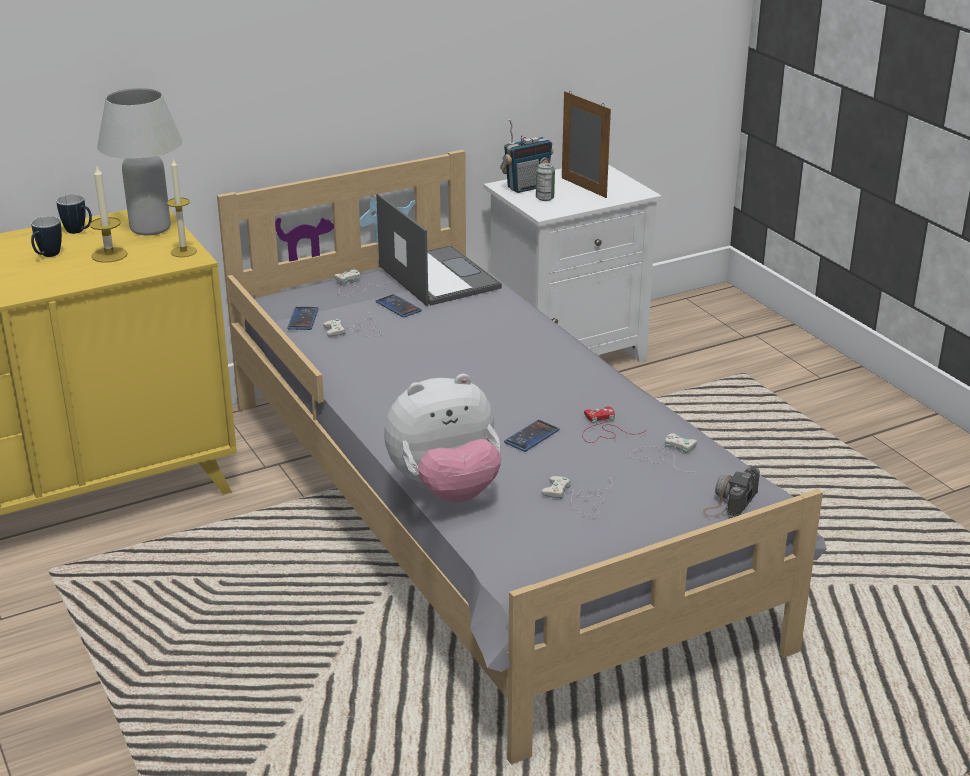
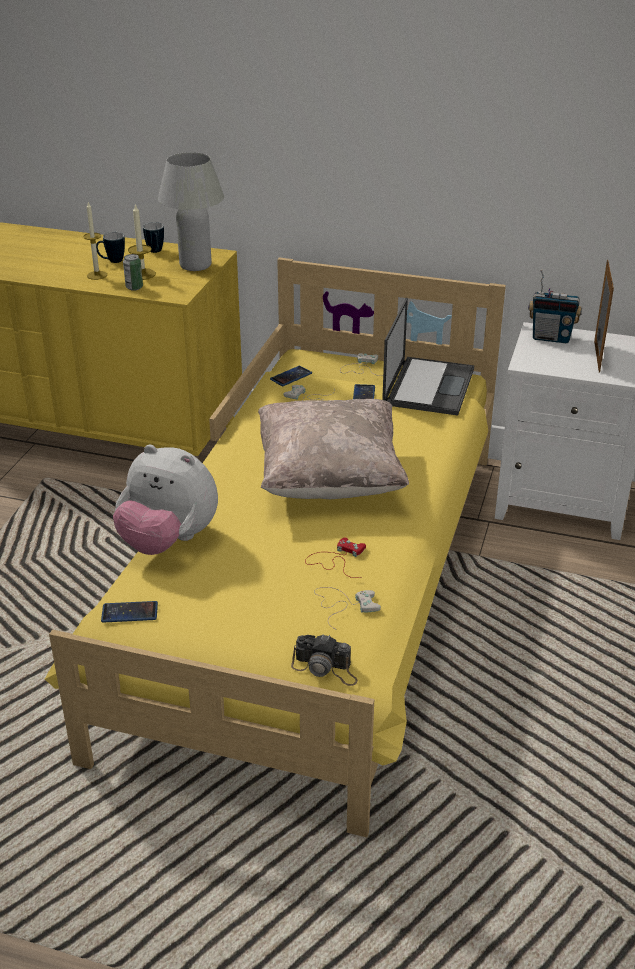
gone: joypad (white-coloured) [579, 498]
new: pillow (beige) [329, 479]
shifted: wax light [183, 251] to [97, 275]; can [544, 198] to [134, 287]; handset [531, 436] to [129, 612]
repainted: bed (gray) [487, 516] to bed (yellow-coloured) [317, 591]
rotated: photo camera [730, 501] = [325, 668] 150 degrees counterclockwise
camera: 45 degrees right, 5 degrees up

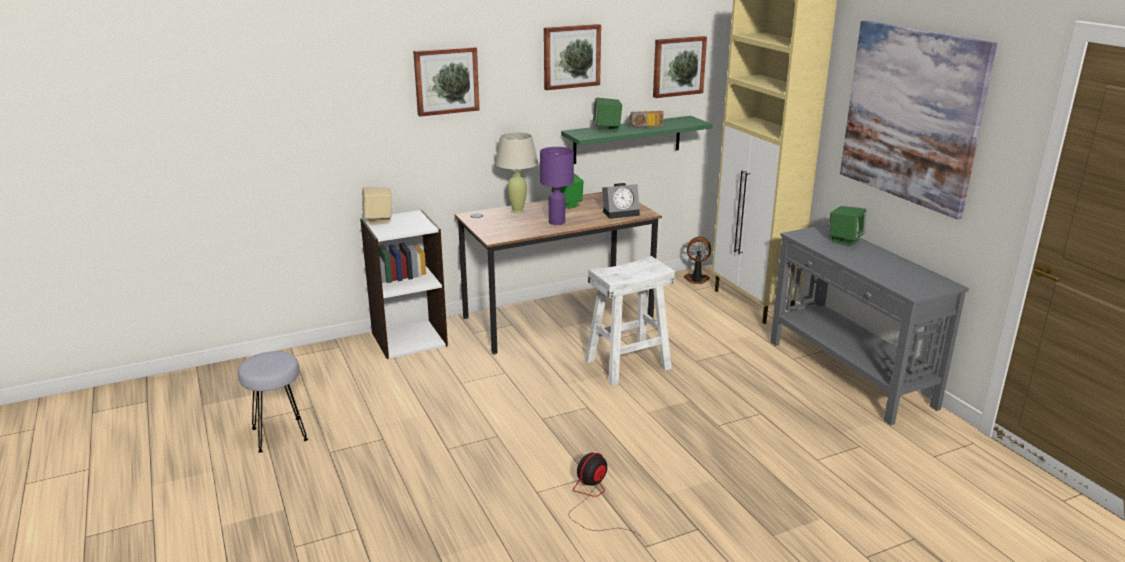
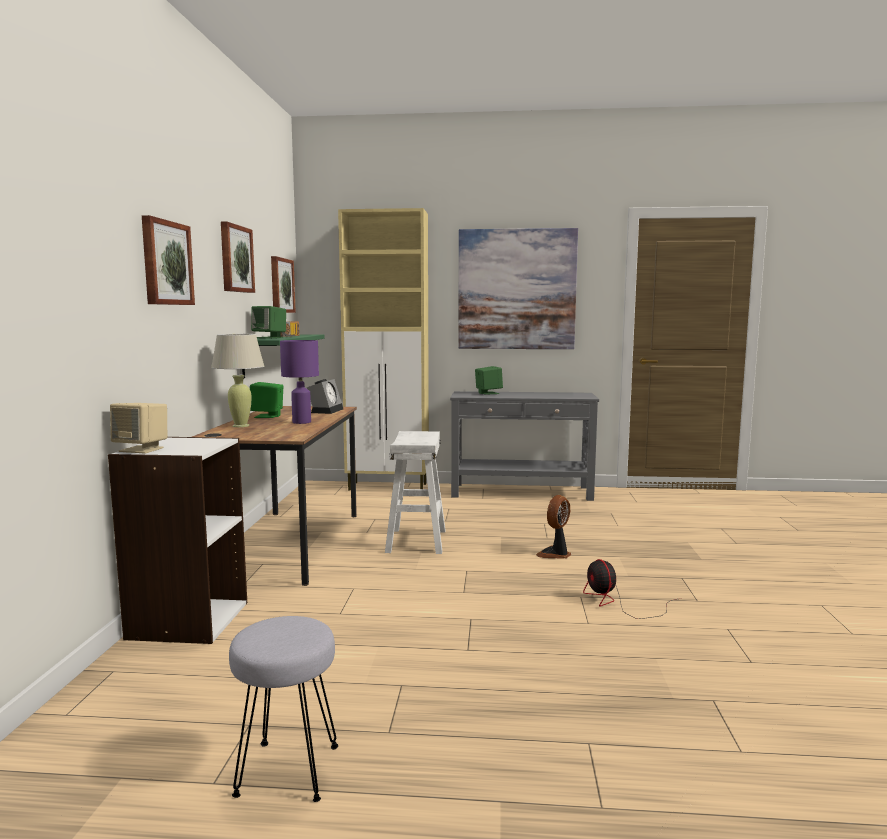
shifted: electric fan [696, 280] to [555, 554]
camera: 60 degrees left, 15 degrees down

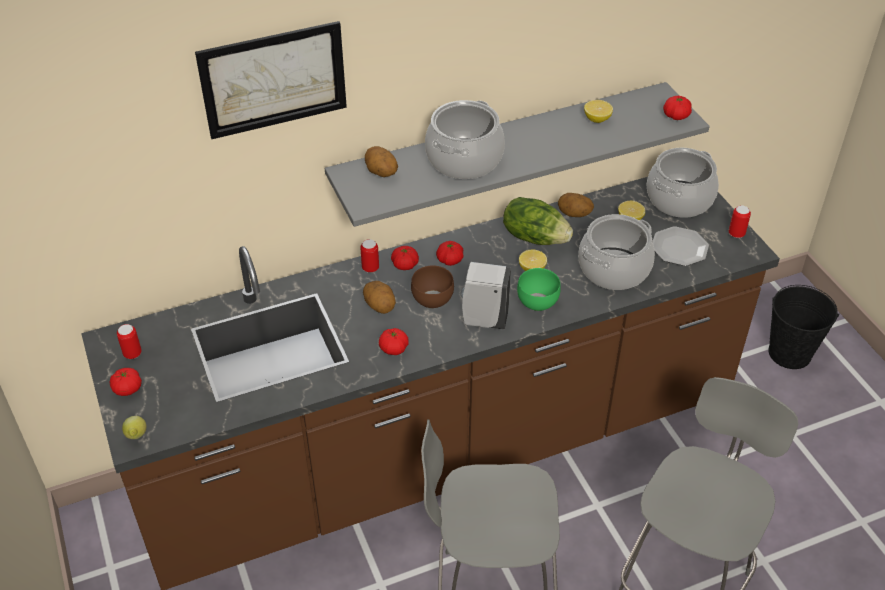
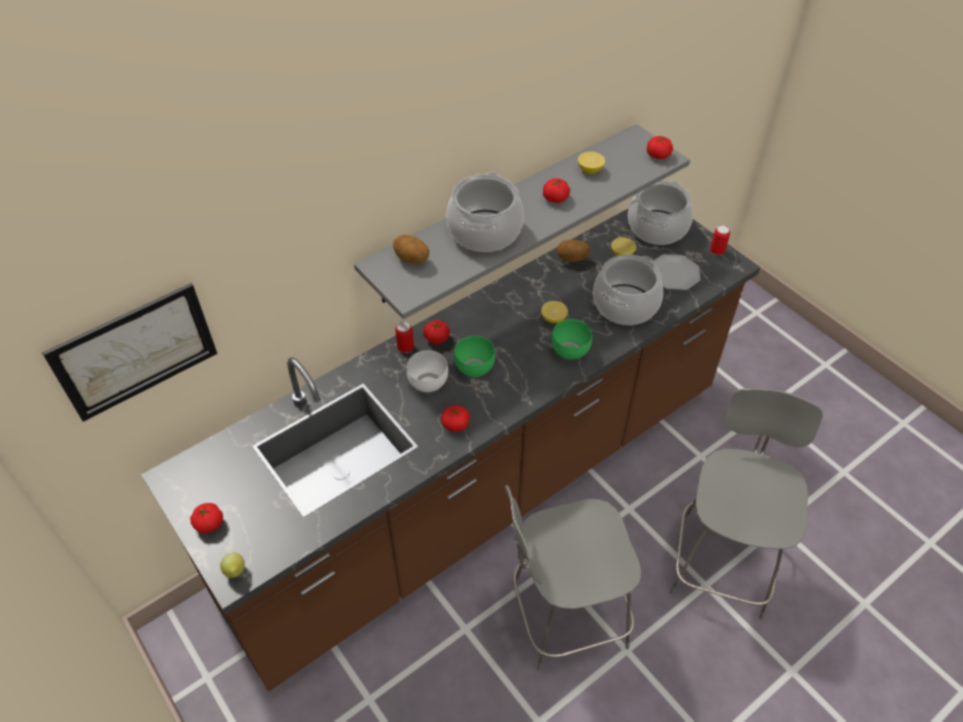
gone: lettuce [535, 237]; soap bottle (white-coloured) [483, 319]; bucket (blackish) [789, 353]; can [132, 354]
shifted: wall picture [273, 79] to [135, 351]; tomato [450, 260] to [555, 198]
swapped: whole potato [380, 306] to bowl (white-coloured) [428, 384]
repainted: bowl (brown-coloured) [433, 301] to bowl (green-coloured) [476, 369]
camera: 15 degrees left, 5 degrees up

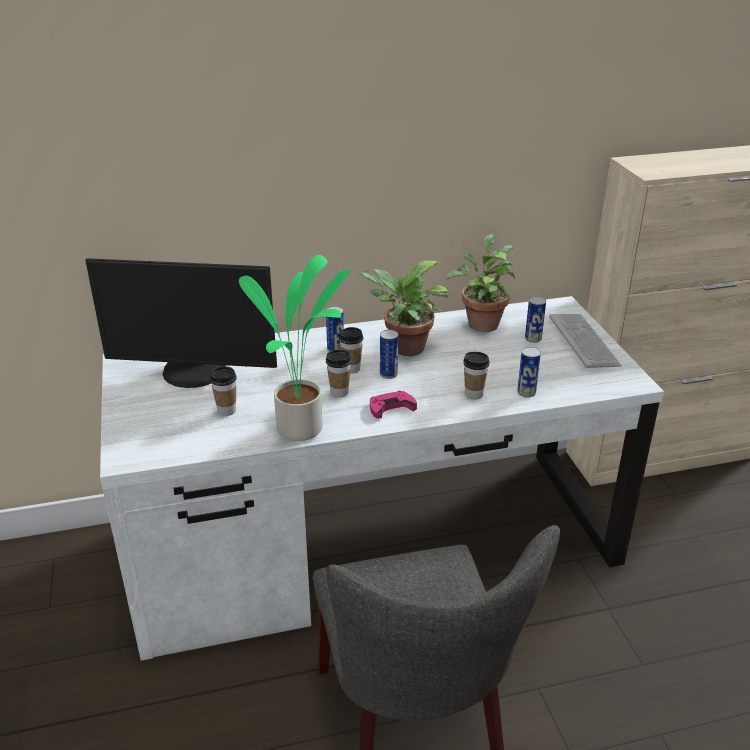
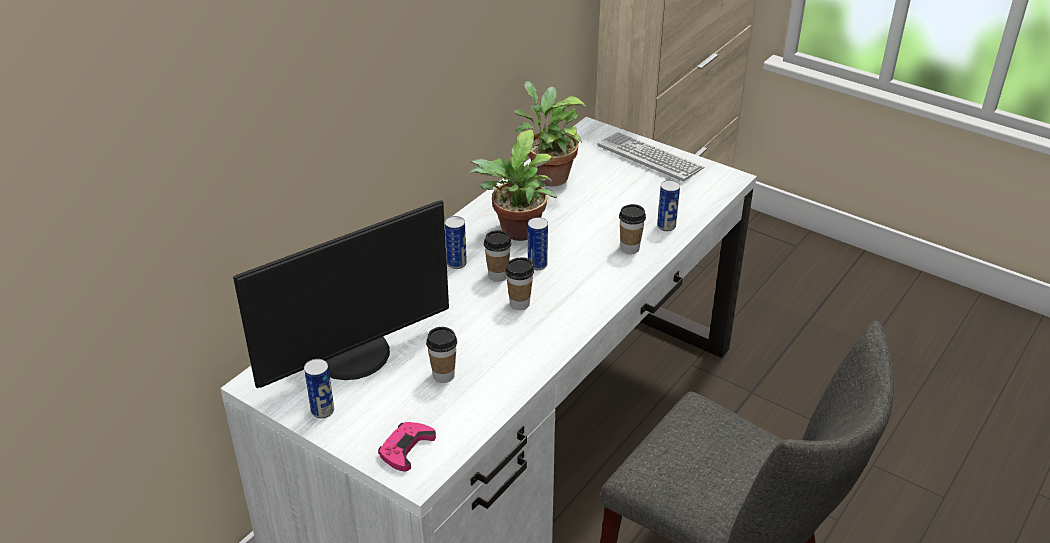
gone: potted plant [303, 429]
shifted: can [533, 339] to [322, 411]; joypad (pink) [391, 407] to [406, 448]
camera: 40 degrees left, 5 degrees up

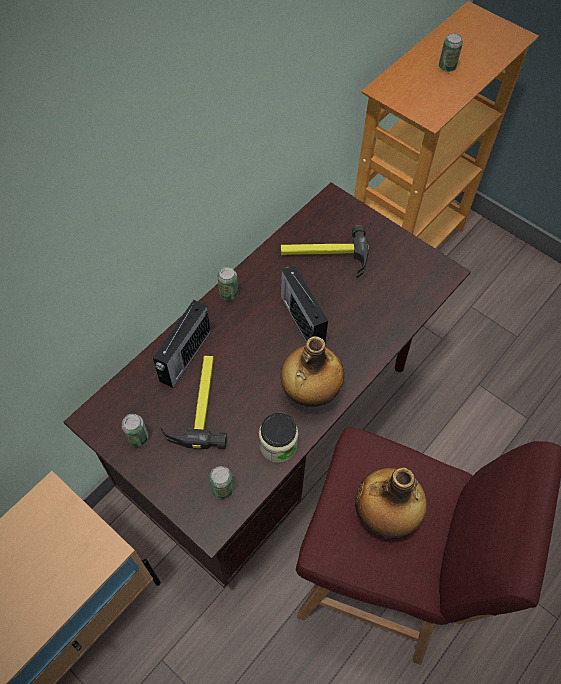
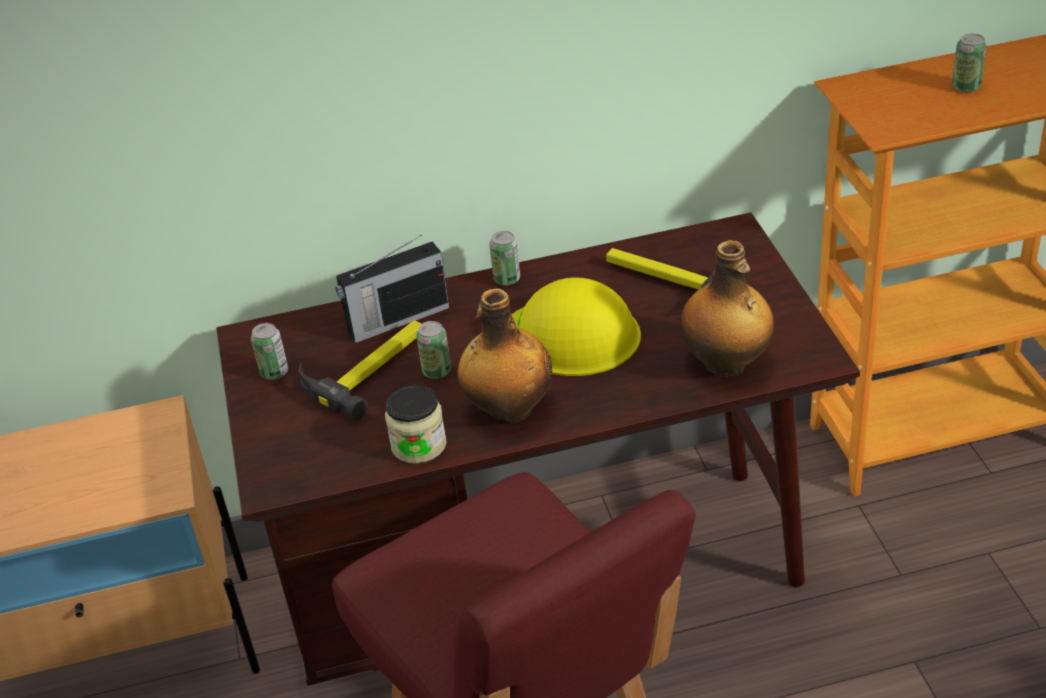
shifted: can [222, 489] to [437, 371]; bottle [385, 515] to [726, 364]
swapped: radio receiver [302, 320] to hard hat (yellow-coloured) [570, 337]
camera: 40 degrees right, 20 degrees down

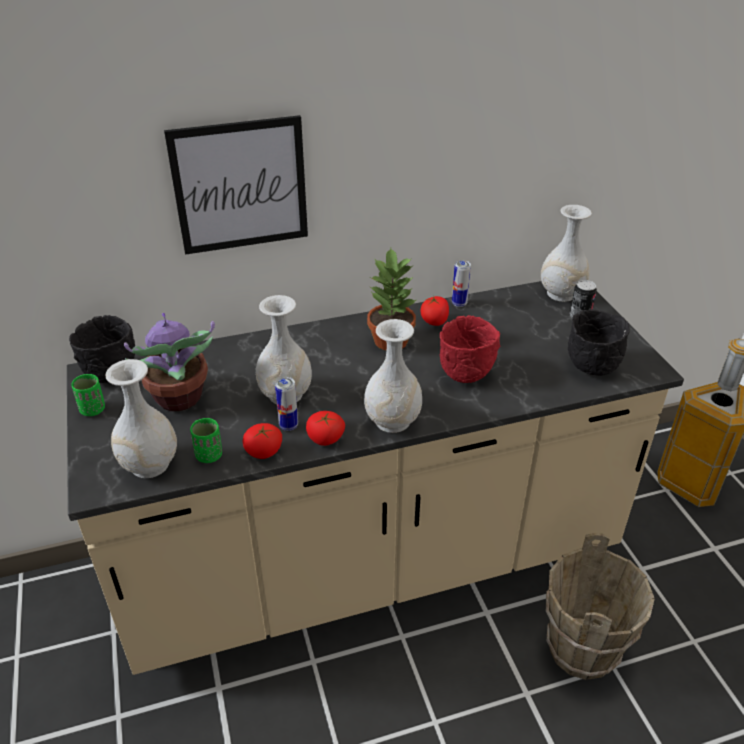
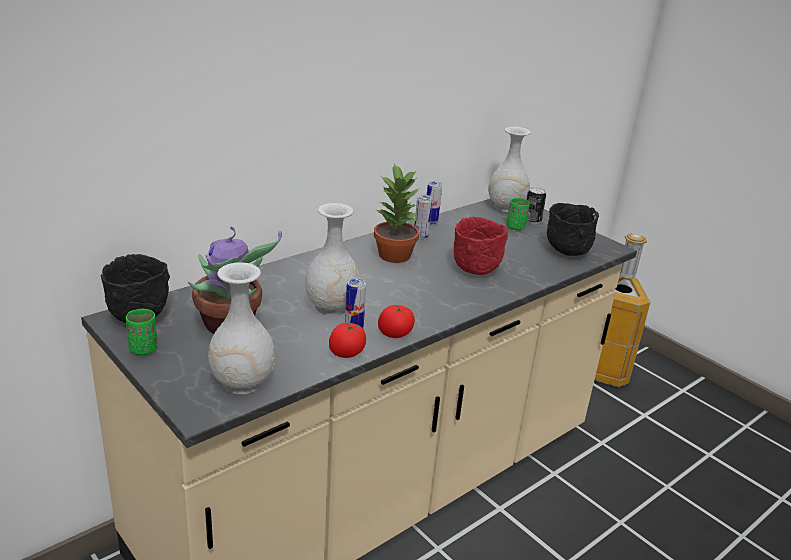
gone: wall picture [240, 186]; decorative vase (white-coloured) [393, 421]; bucket (brown-coloured) [583, 649]
shifted: drinking cup (green-coloured) [209, 455] to [515, 227]
swapped: tomato [434, 321] to can [420, 237]
camera: 25 degrees left, 10 degrees down

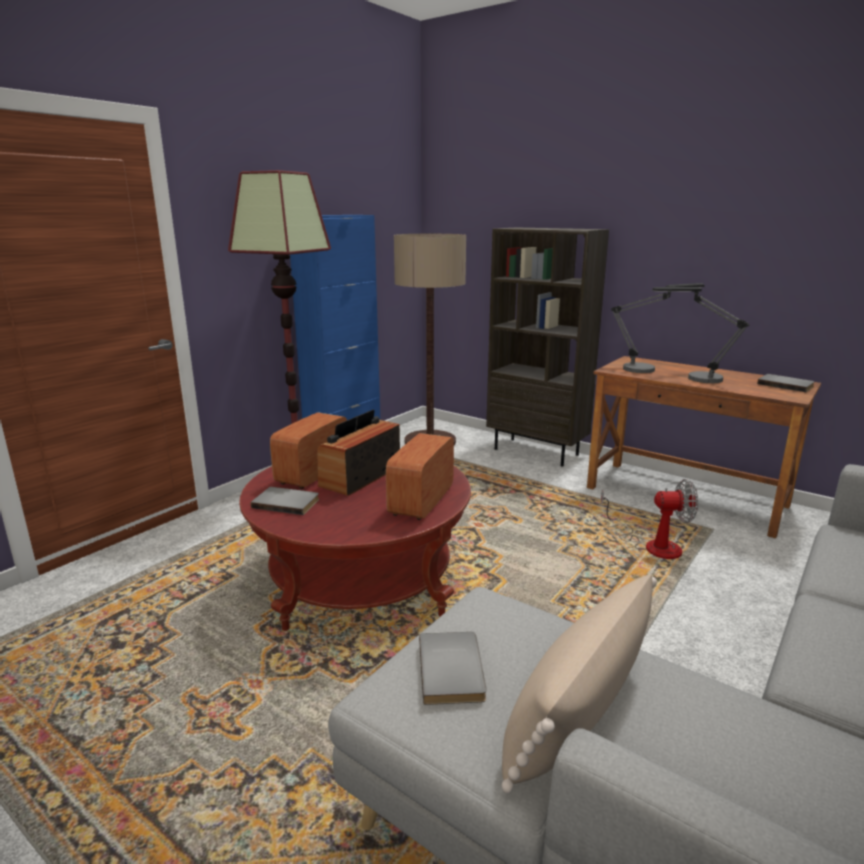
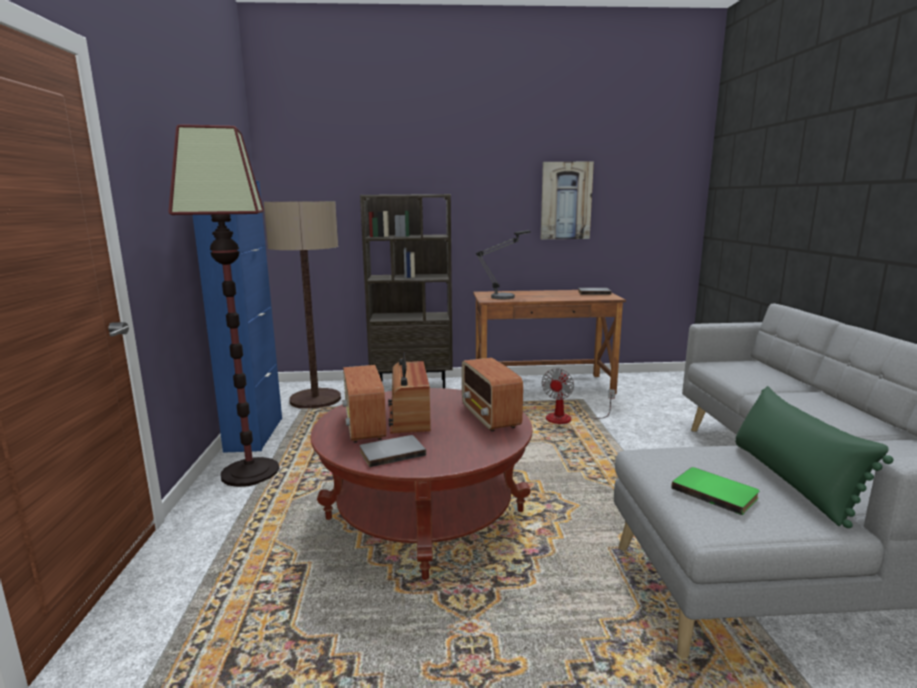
gone: tabletop lamp [694, 378]
new: wall picture [566, 201]
repainted: pillow (beige) [577, 710] to pillow (green-coloured) [791, 480]; volume (gray) [454, 670] to volume (green-coloured) [715, 492]
rotated: electric fan [652, 545] = [567, 418] 150 degrees clockwise
camera: 40 degrees left, 5 degrees down

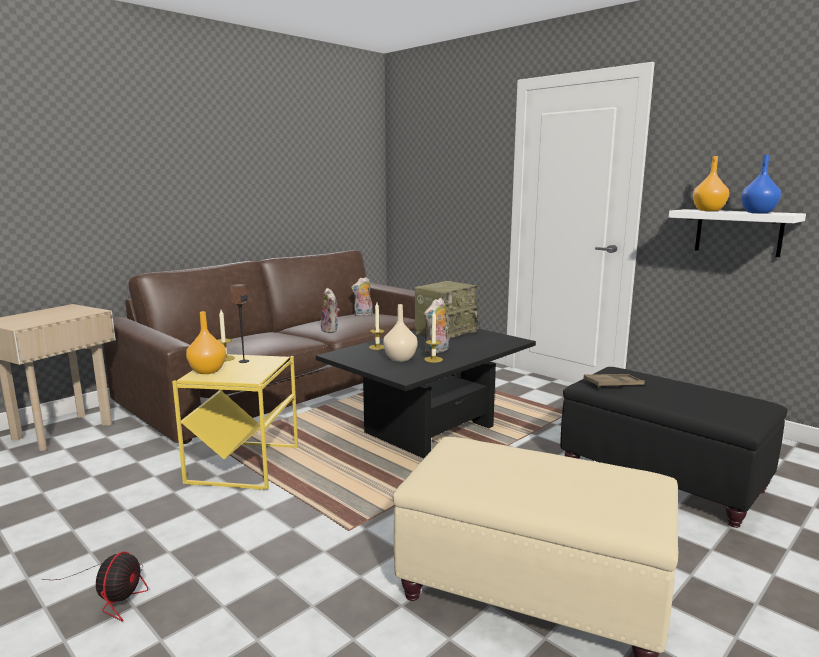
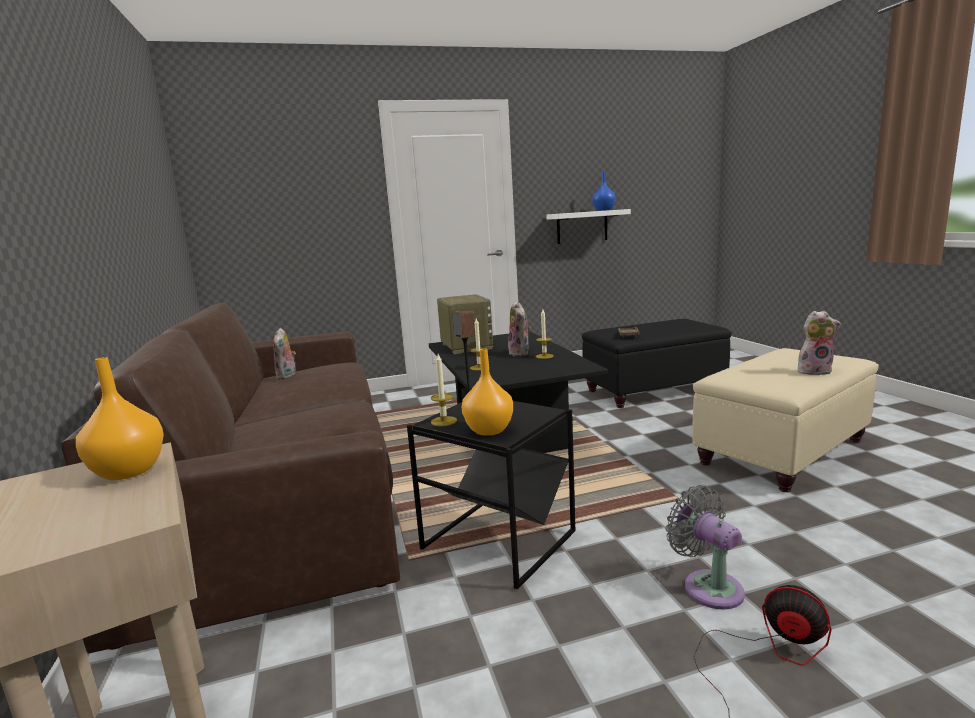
gone: decorative vase (beige) [401, 359]
new: electric fan (gray) [708, 586]
shifted: decorative vase (orangey) [708, 210] to [129, 472]; plush toy [331, 330] to [814, 371]
repainted: side table (yellow-coloured) [245, 464] to side table (blackish) [498, 540]
camera: 60 degrees left, 0 degrees up

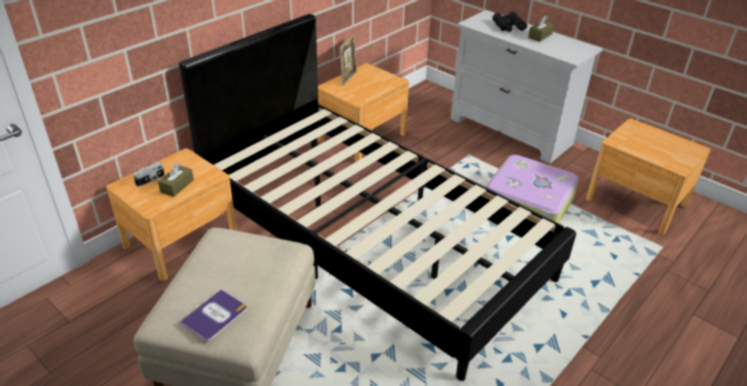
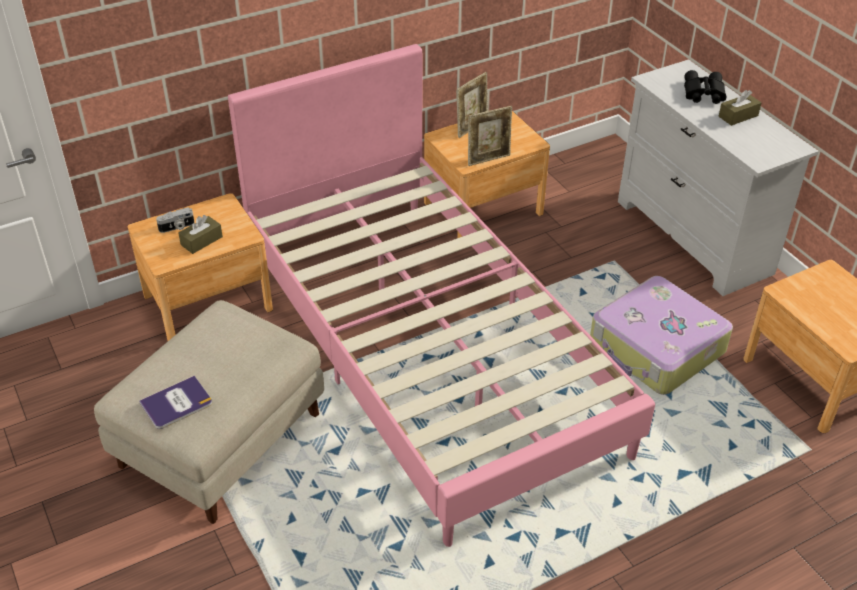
new: photo frame [488, 159]
repainted: bed (blackish) [371, 239] to bed (pink) [427, 349]
camera: 20 degrees right, 5 degrees up

